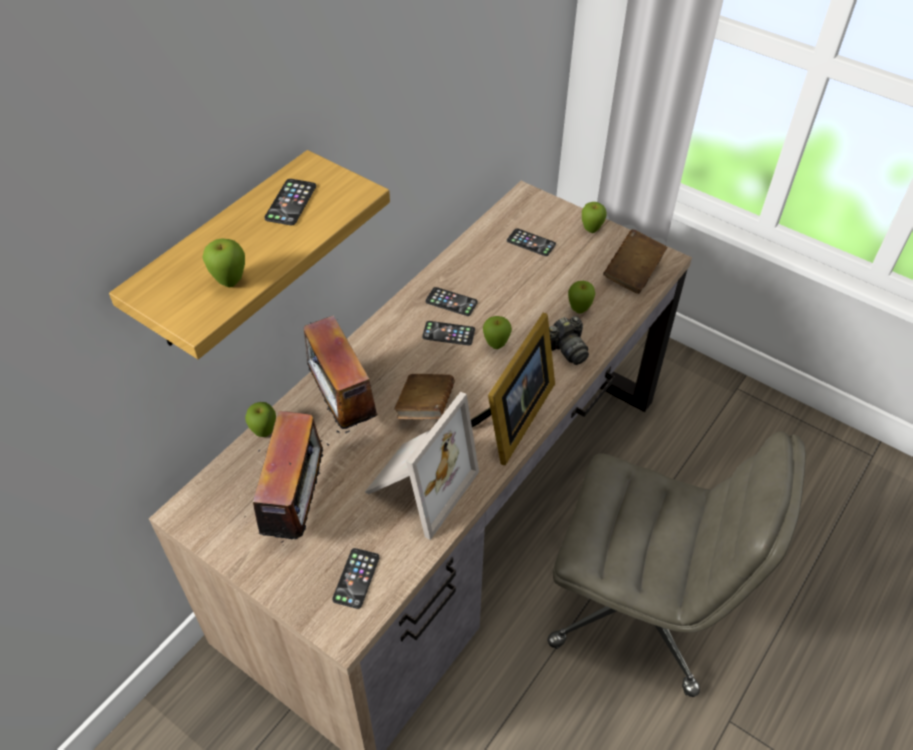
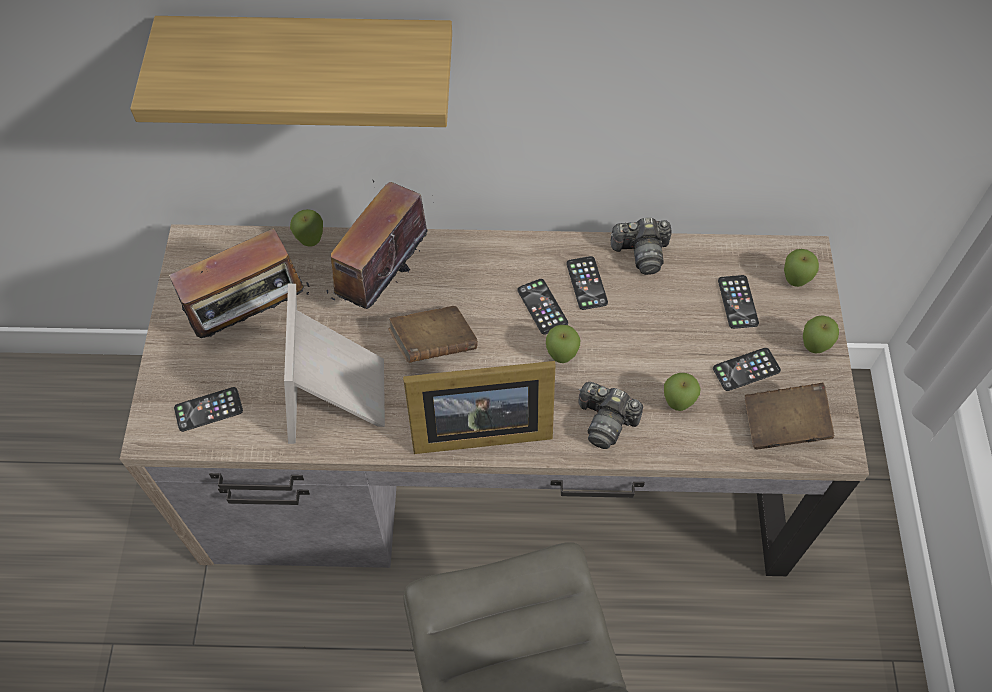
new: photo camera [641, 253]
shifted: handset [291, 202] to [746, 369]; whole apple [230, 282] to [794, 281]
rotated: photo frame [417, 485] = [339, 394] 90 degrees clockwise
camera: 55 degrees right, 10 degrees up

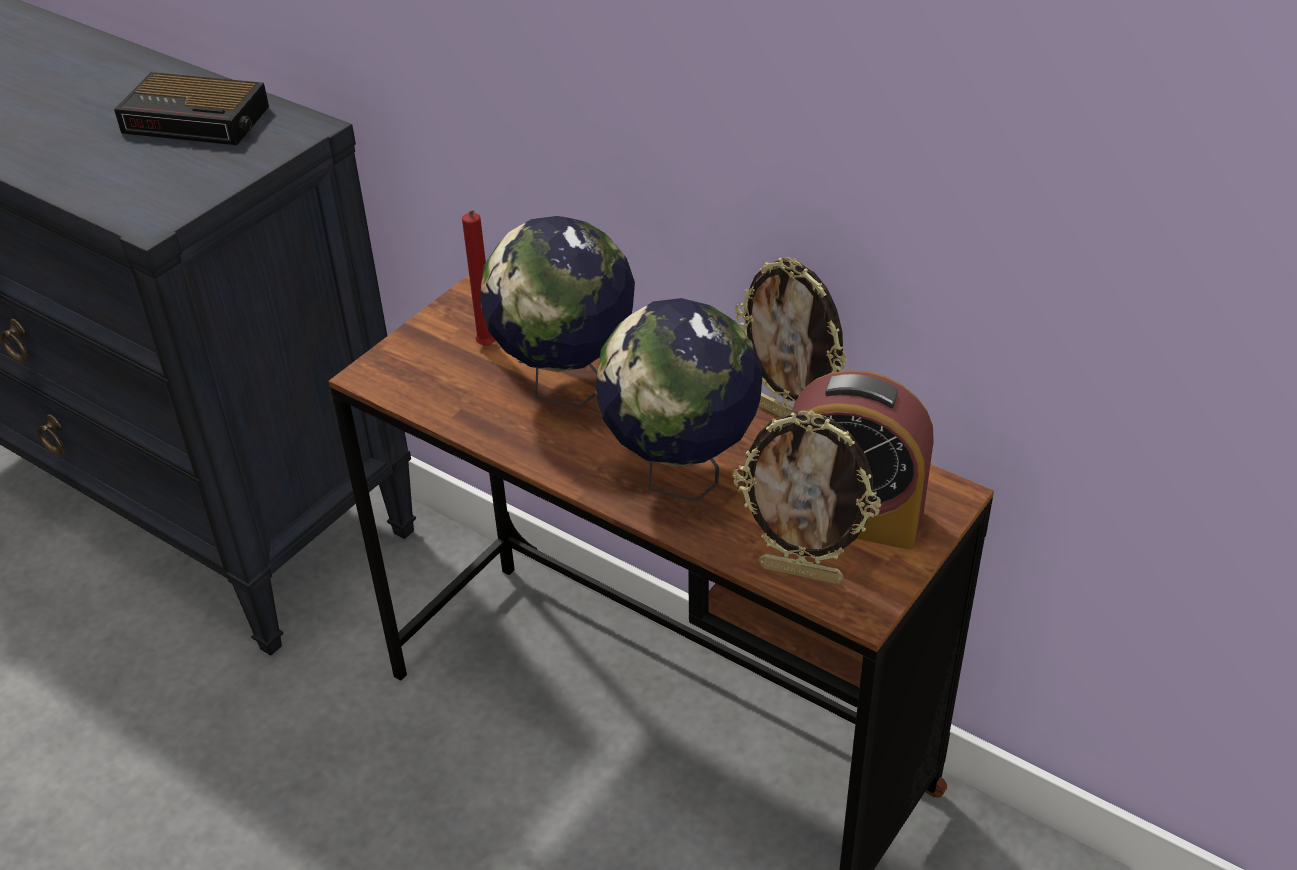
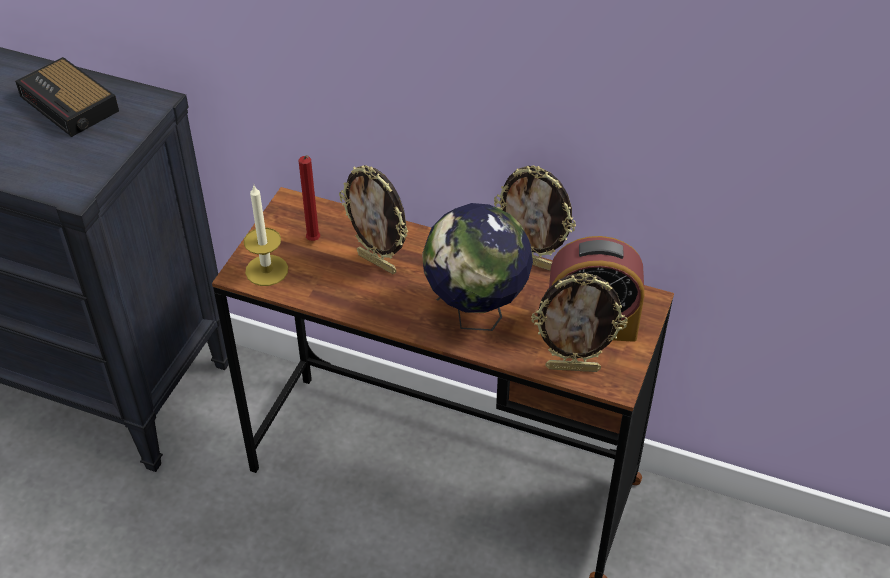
new: wax light [266, 270]
swapped: desk globe [565, 386] to photo frame [378, 262]
rotated: table clock [199, 120] = [70, 104] 45 degrees clockwise
camera: 15 degrees left, 5 degrees up

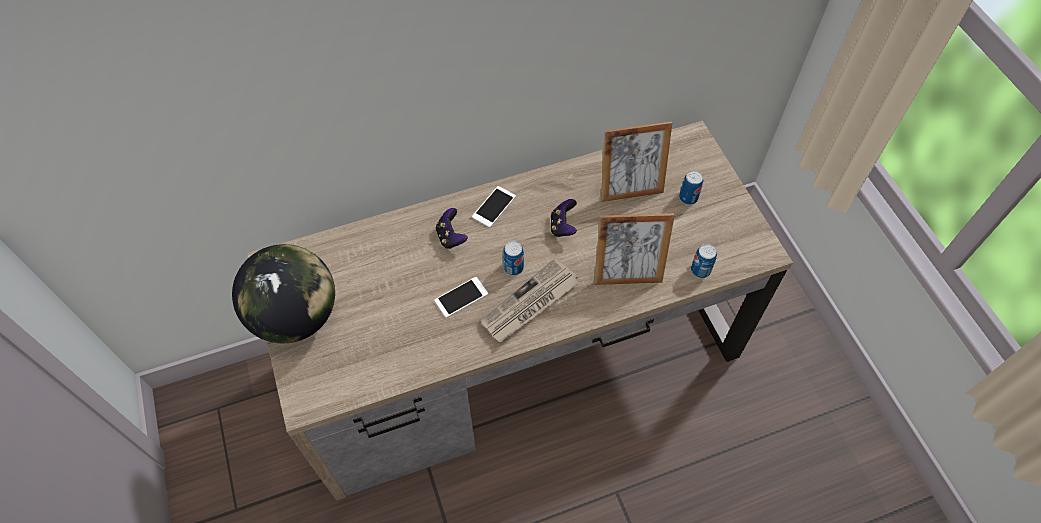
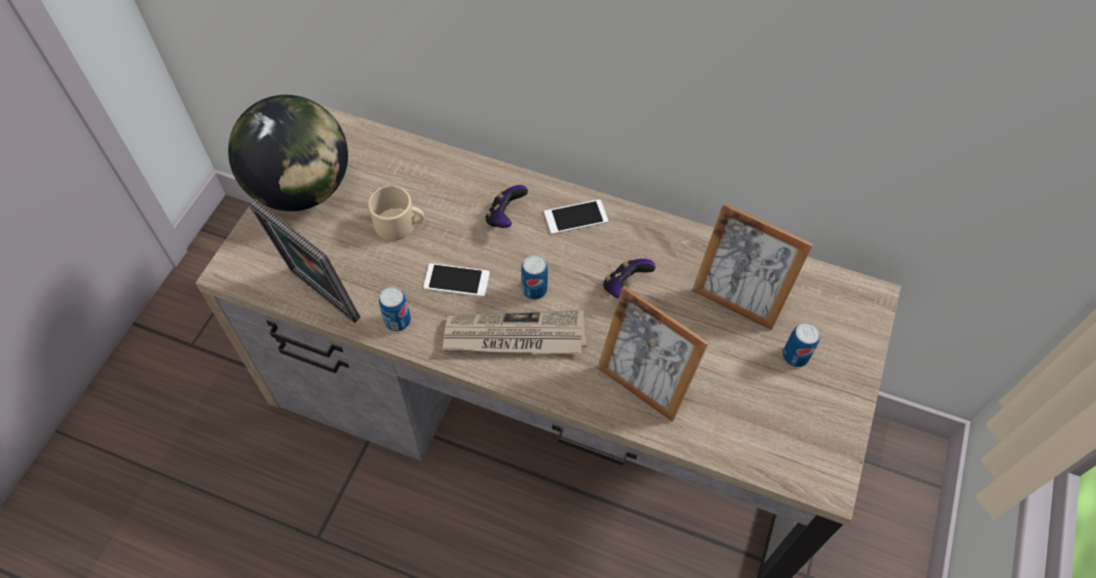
new: tea mug (beige) [400, 224]; photo frame [320, 298]
shifted: can [700, 270] to [397, 321]
camera: 40 degrees right, 0 degrees up

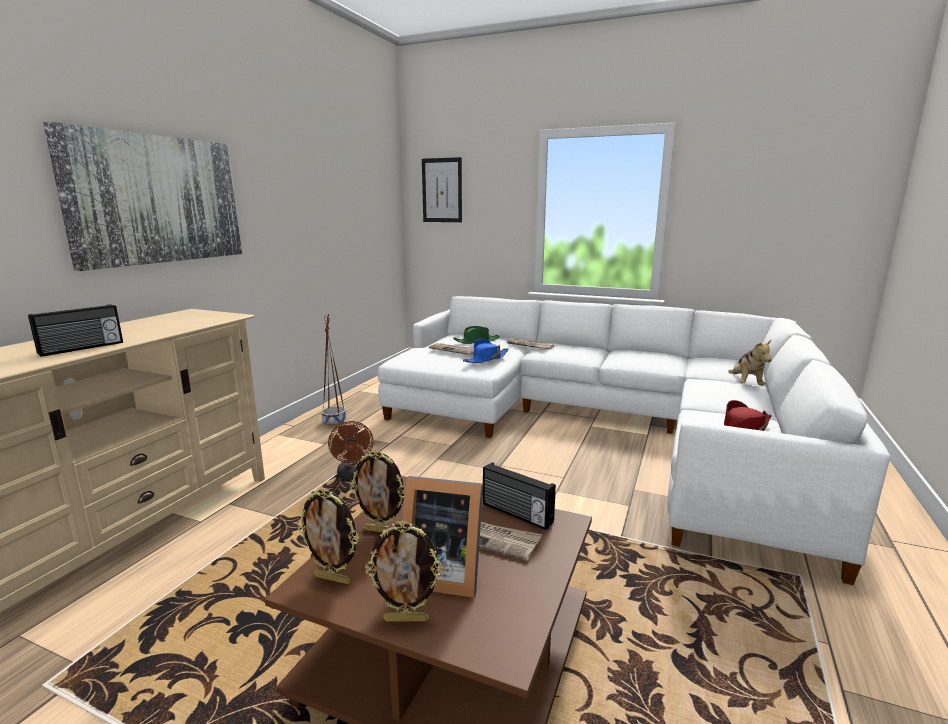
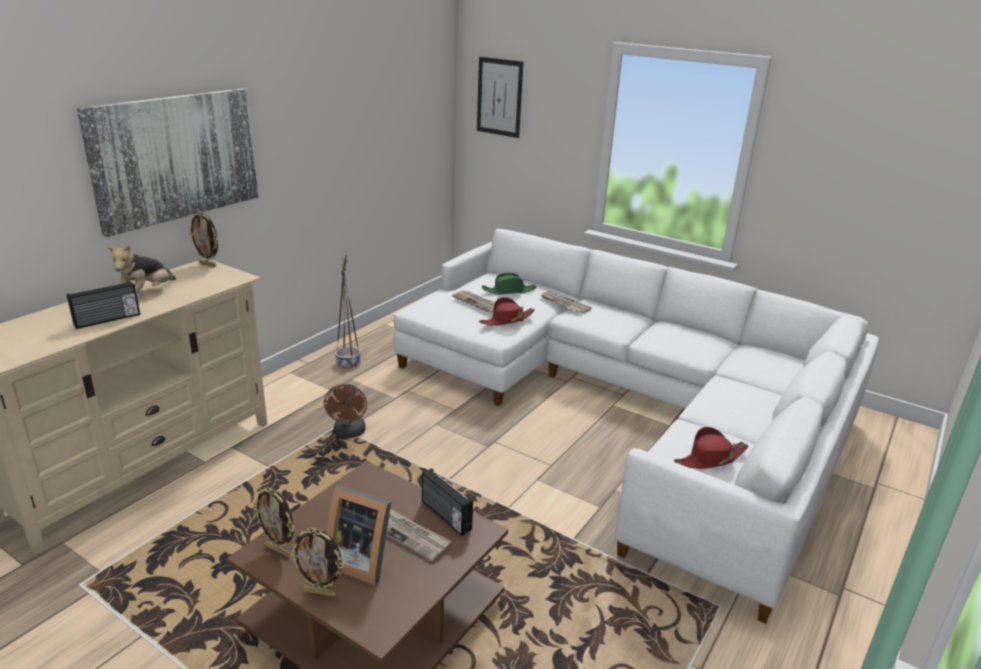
shifted: plush toy [746, 384] to [146, 294]; photo frame [381, 530] to [208, 264]
repainted: hat (blue-coloured) [486, 359] to hat (reddish) [507, 320]
camera: 10 degrees right, 10 degrees up

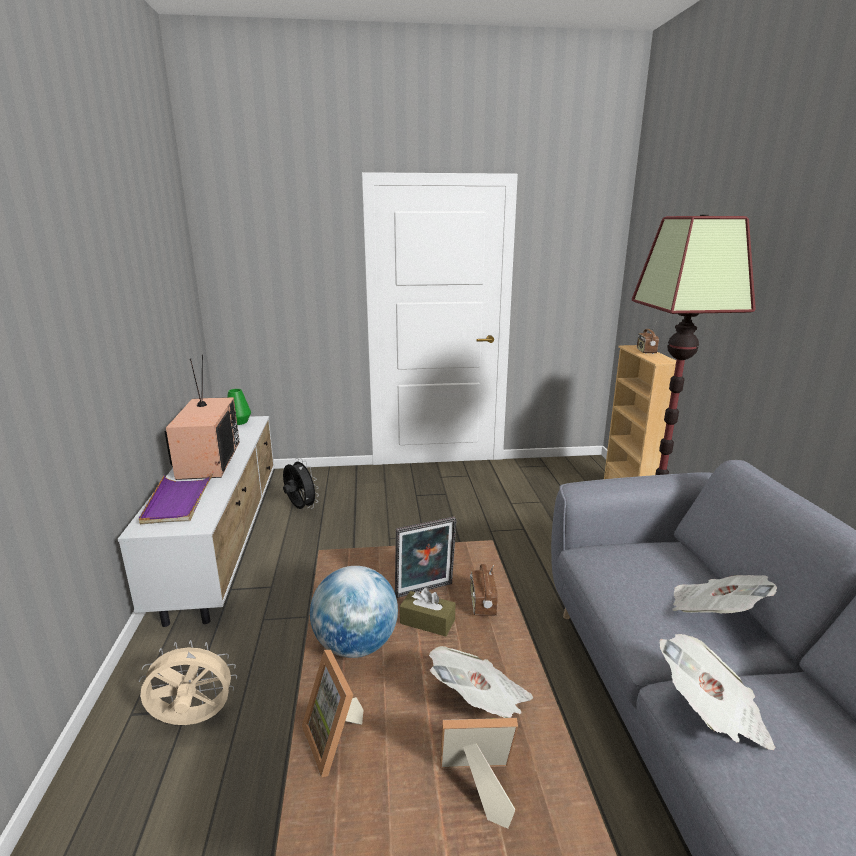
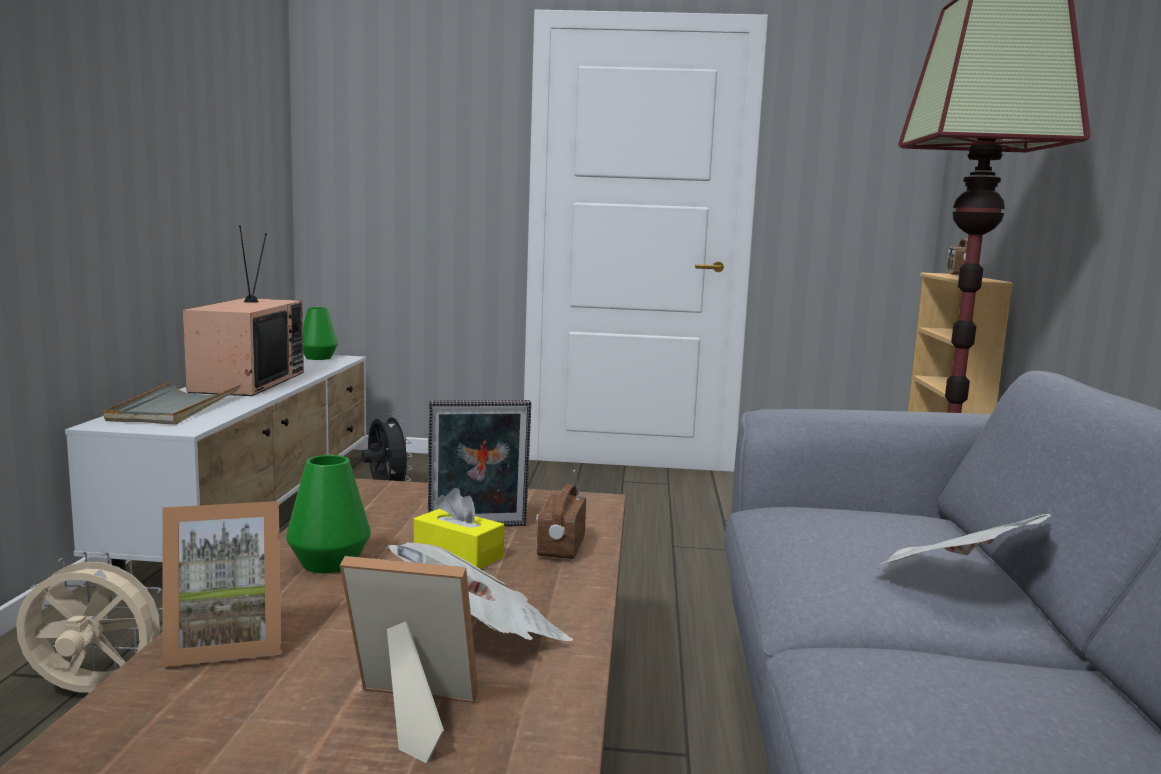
gone: daily paper [711, 712]
swapped: desk globe [356, 645] to decorative vase (green-coloured) [328, 563]
repainted: serving tray (purplish) [178, 501] to serving tray (gray) [174, 408]; tissue holder (brown-coloured) [427, 622] to tissue holder (yellow-coloured) [458, 555]
rotated: photo frame [337, 740] = [225, 642] 90 degrees counterclockwise
camera: 10 degrees right, 10 degrees down

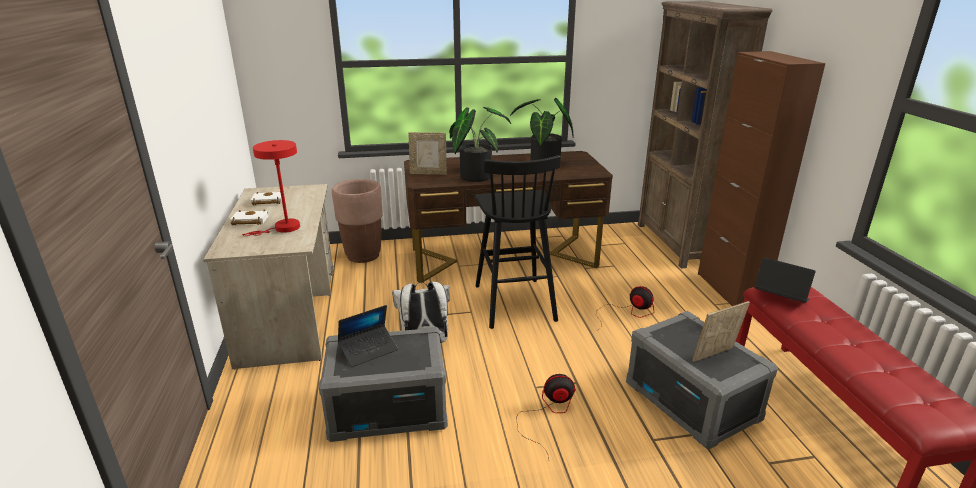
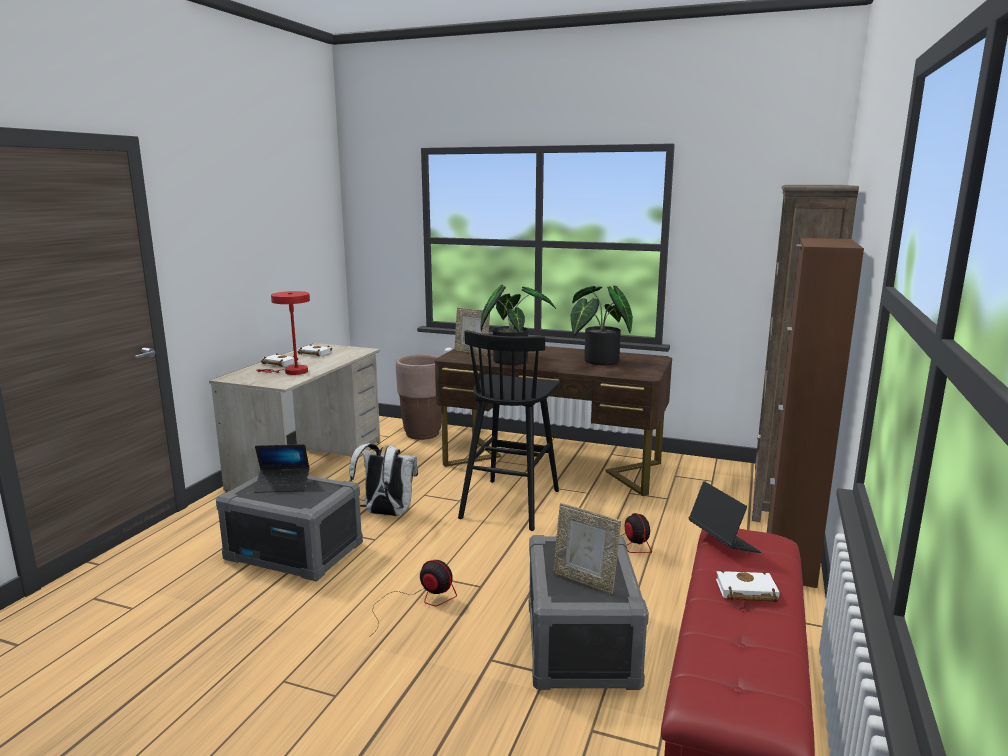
new: volume (white-coloured) [745, 592]
rotated: photo frame [715, 356] = [584, 581] 150 degrees counterclockwise
camera: 30 degrees right, 10 degrees down

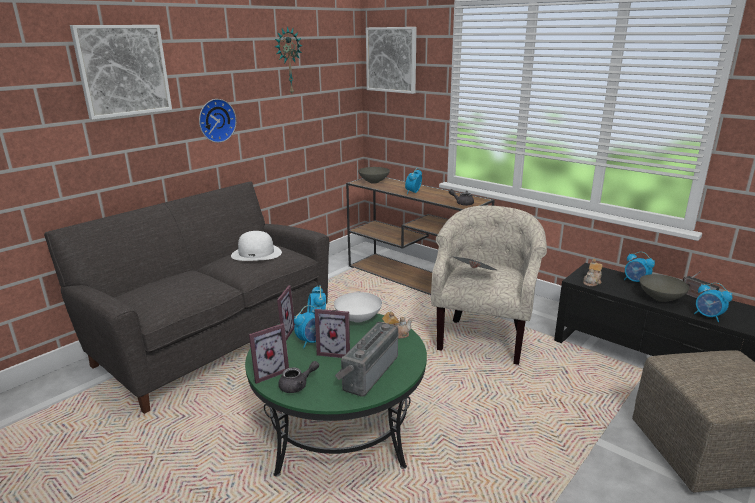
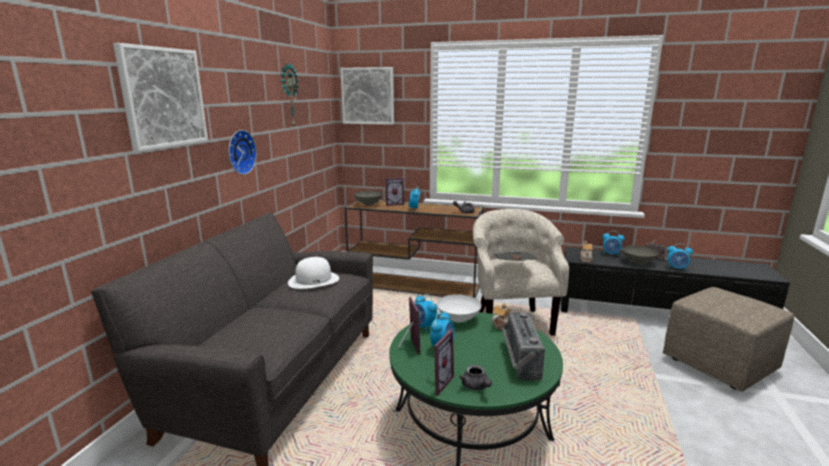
shifted: photo frame [335, 351] to [394, 204]
rotated: pot for tea (gray) [297, 385] = [476, 387] 120 degrees clockwise
camera: 25 degrees left, 5 degrees down

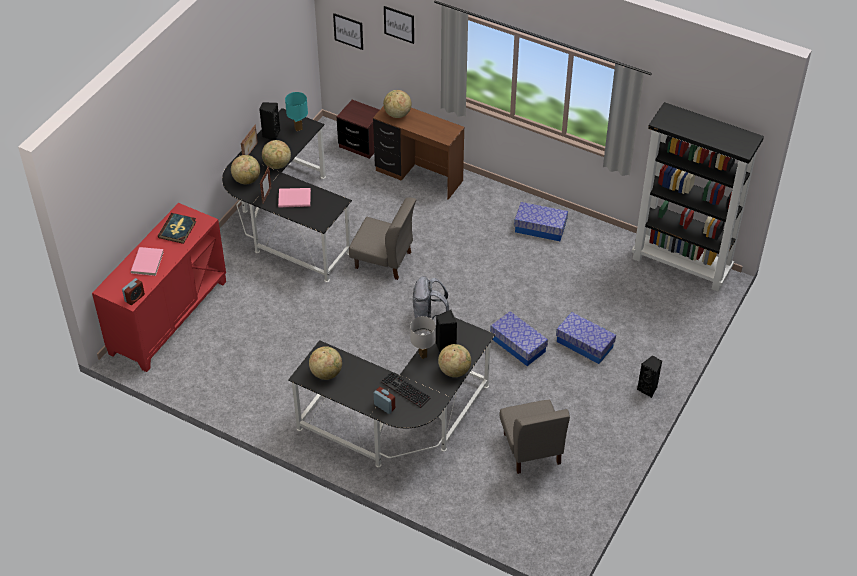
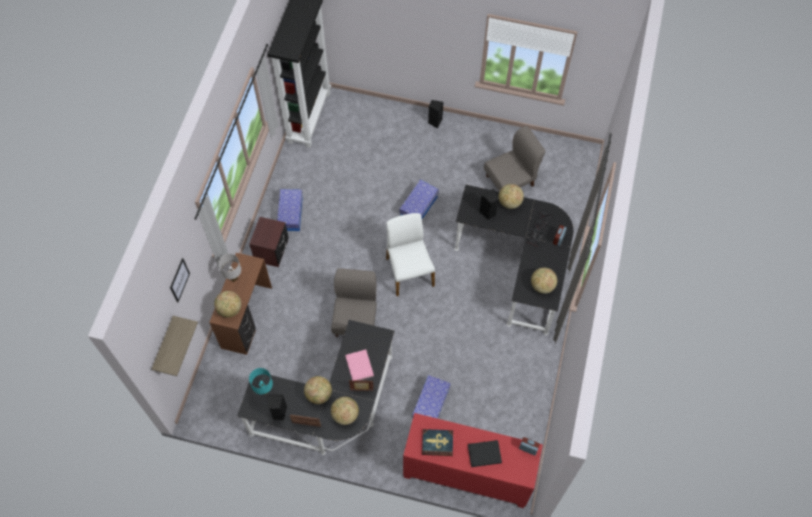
shifted: bedside table (brown-coloured) [361, 145] to [271, 251]; storage box [584, 344] to [431, 404]; tabletop lamp (white-coloured) [423, 355] to [234, 278]
swapped: wall picture [348, 31] to shelf [164, 346]; backpack (gray) [429, 317] to plain chair (white-coloured) [409, 271]
repainted: volume (pink) [148, 262] to volume (blackish) [484, 453]
camera: 105 degrees left, 15 degrees up

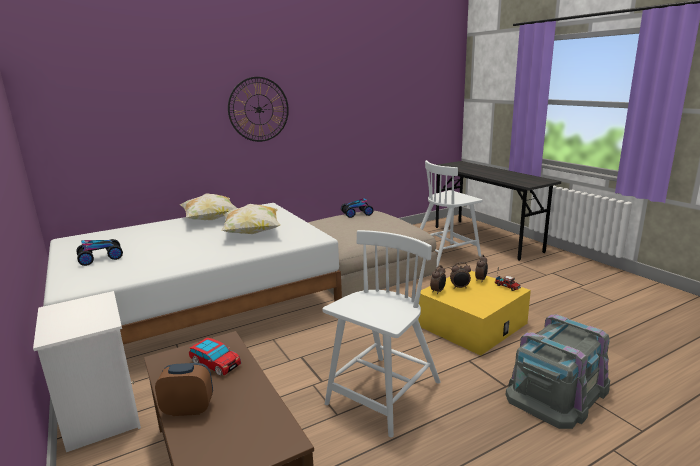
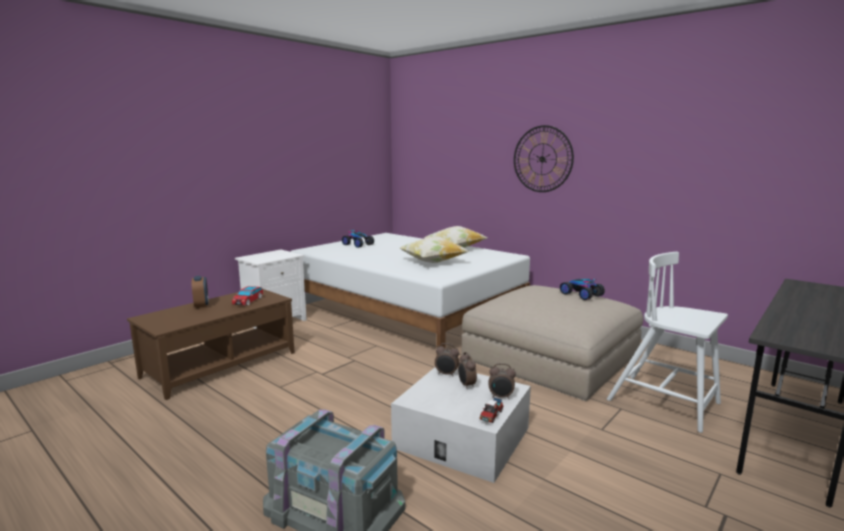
gone: plain chair (white-coloured) [383, 395]
repainted: storage box (yellow-coloured) [471, 324] to storage box (white-coloured) [462, 437]
camera: 70 degrees right, 5 degrees down

